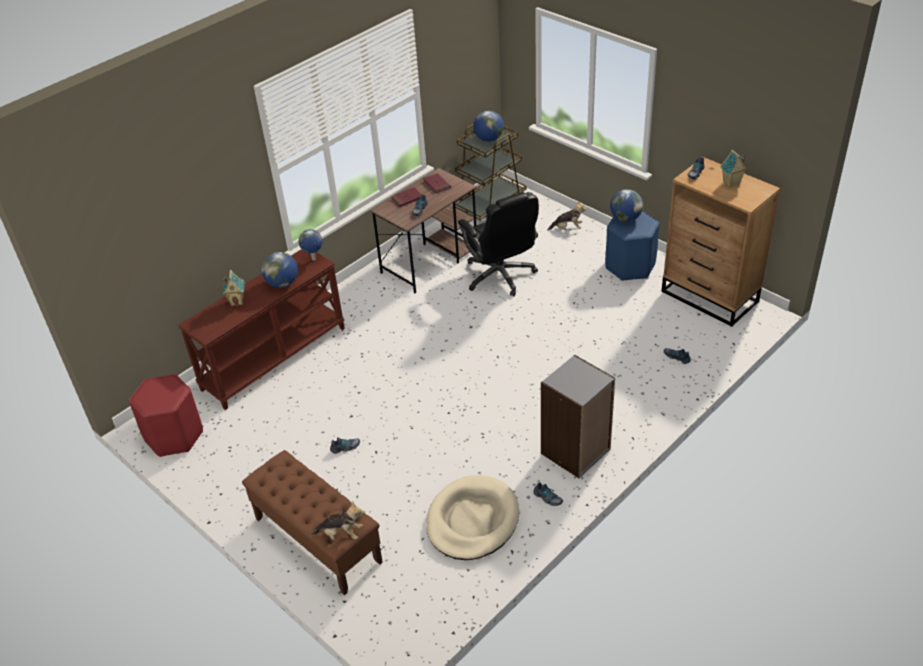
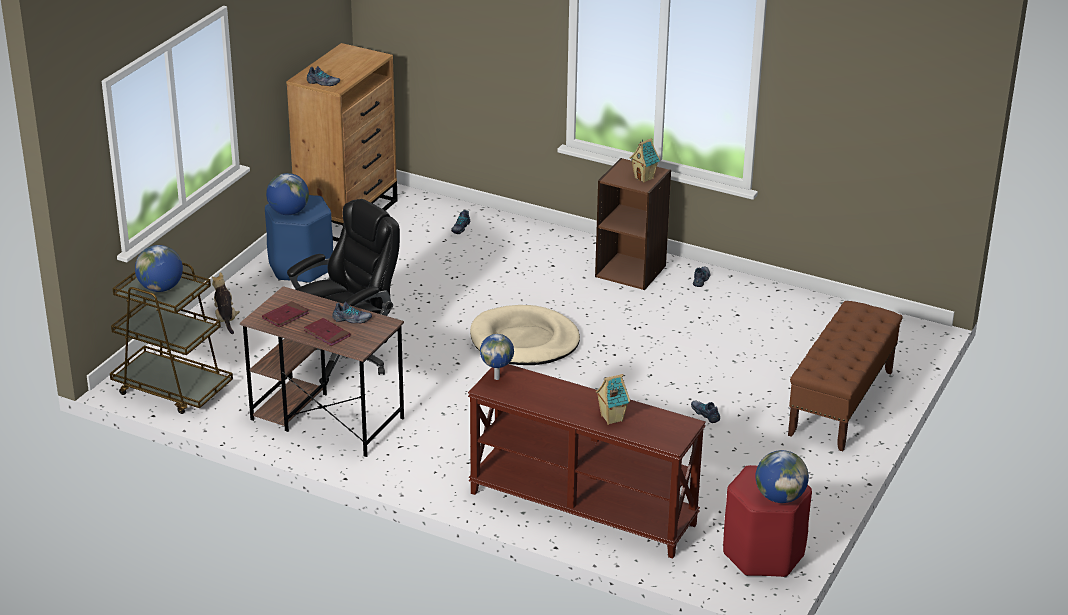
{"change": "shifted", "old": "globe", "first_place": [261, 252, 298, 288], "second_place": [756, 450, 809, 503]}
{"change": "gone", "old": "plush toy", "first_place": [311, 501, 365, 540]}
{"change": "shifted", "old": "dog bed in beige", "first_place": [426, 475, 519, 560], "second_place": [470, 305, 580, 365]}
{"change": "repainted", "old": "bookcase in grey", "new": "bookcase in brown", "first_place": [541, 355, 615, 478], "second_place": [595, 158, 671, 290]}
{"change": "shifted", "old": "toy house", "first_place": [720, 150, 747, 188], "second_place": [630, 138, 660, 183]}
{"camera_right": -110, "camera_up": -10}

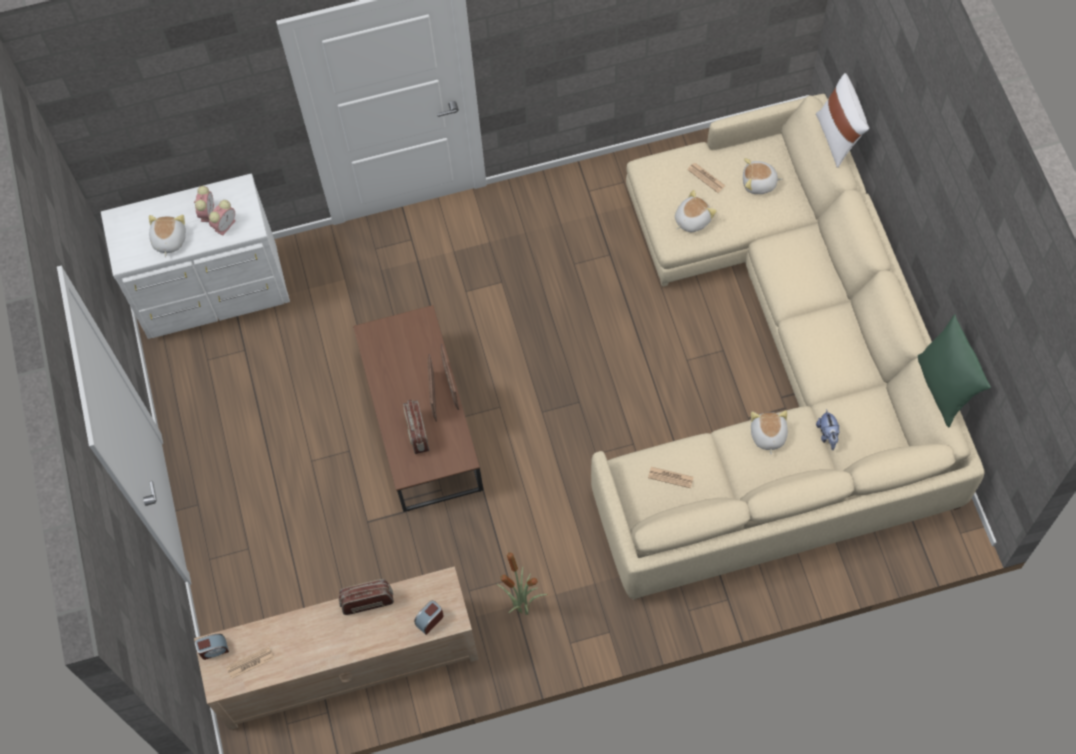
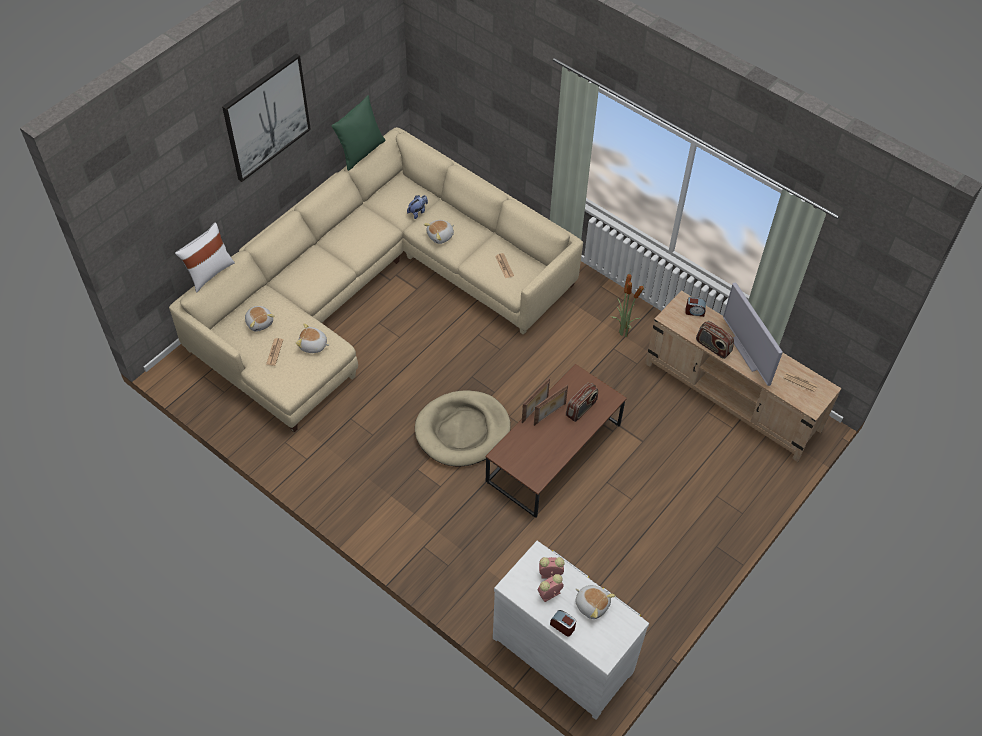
{"change": "rotated", "old": "plush toy", "first_place": [149, 215, 186, 257], "second_place": [576, 585, 615, 619], "degrees": -105}
{"change": "shifted", "old": "alarm clock", "first_place": [195, 634, 229, 660], "second_place": [550, 610, 576, 637]}
{"change": "new", "new": "picture", "second_place": [222, 53, 311, 182]}
{"change": "new", "new": "dog bed in beige", "second_place": [415, 390, 511, 467]}
{"change": "new", "new": "television", "second_place": [723, 282, 783, 386]}
{"camera_right": -130, "camera_up": -10}

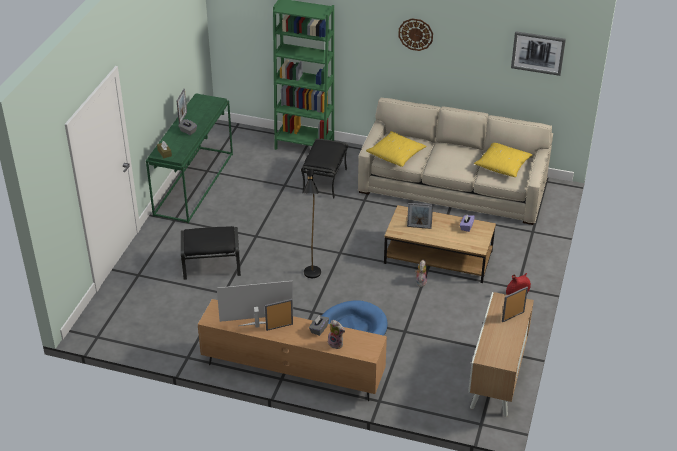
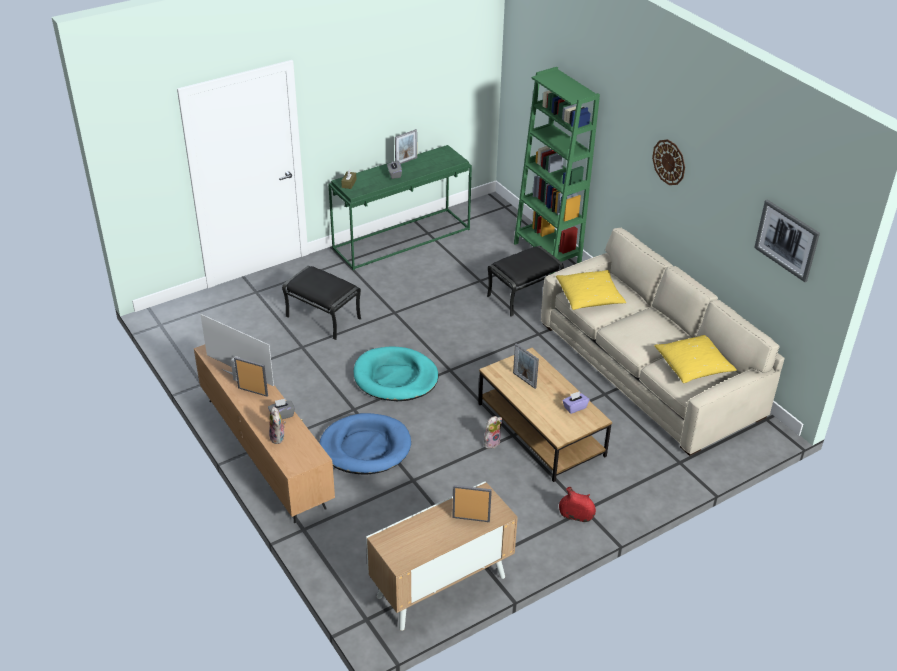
{"change": "swapped", "old": "floor lamp in black", "new": "dog bed in turquoise", "first_place": [302, 170, 321, 278], "second_place": [354, 346, 438, 401]}
{"camera_right": 40, "camera_up": 0}

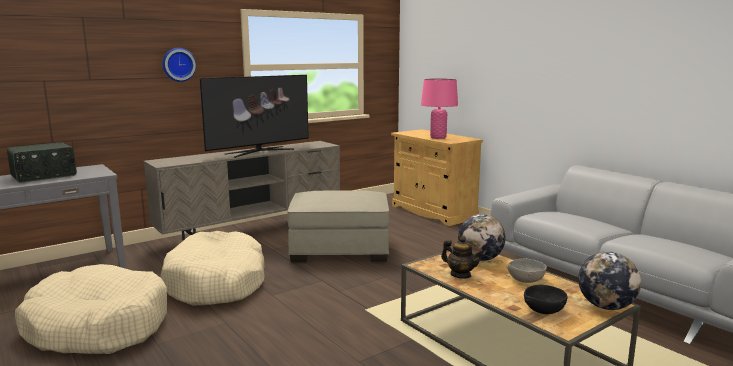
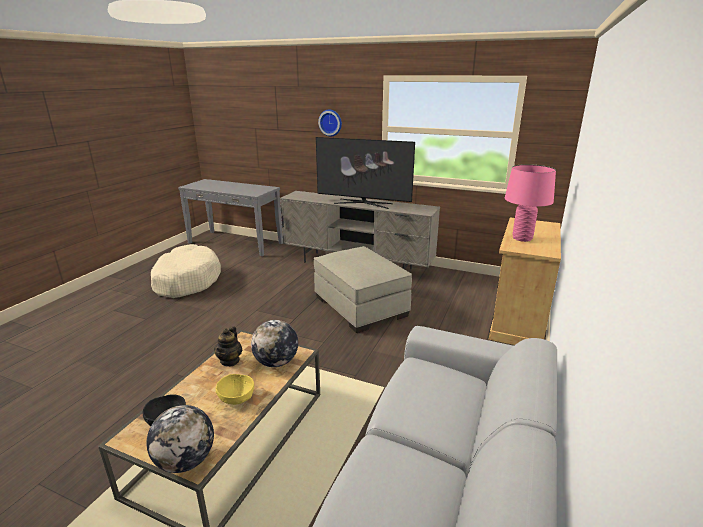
{"change": "gone", "old": "radio", "first_place": [7, 142, 77, 183]}
{"change": "gone", "old": "dog bed in beige", "first_place": [161, 231, 265, 305]}
{"change": "repainted", "old": "bowl in grey", "new": "bowl in yellow", "first_place": [507, 259, 547, 283], "second_place": [216, 374, 254, 405]}
{"camera_right": 60, "camera_up": 10}

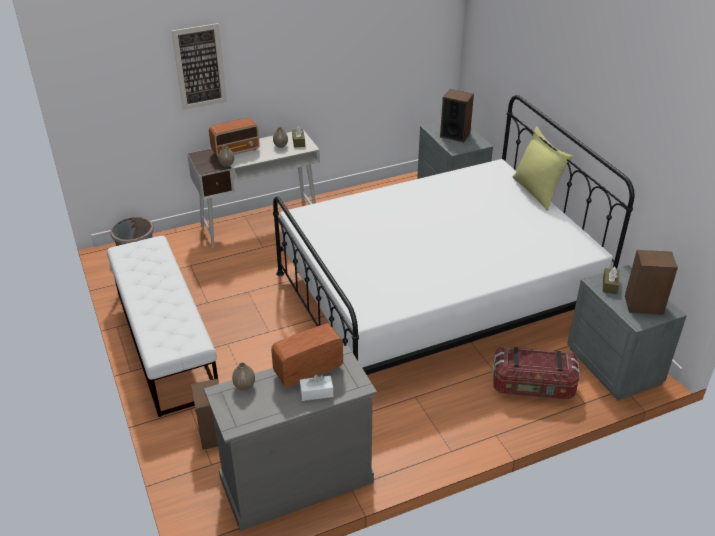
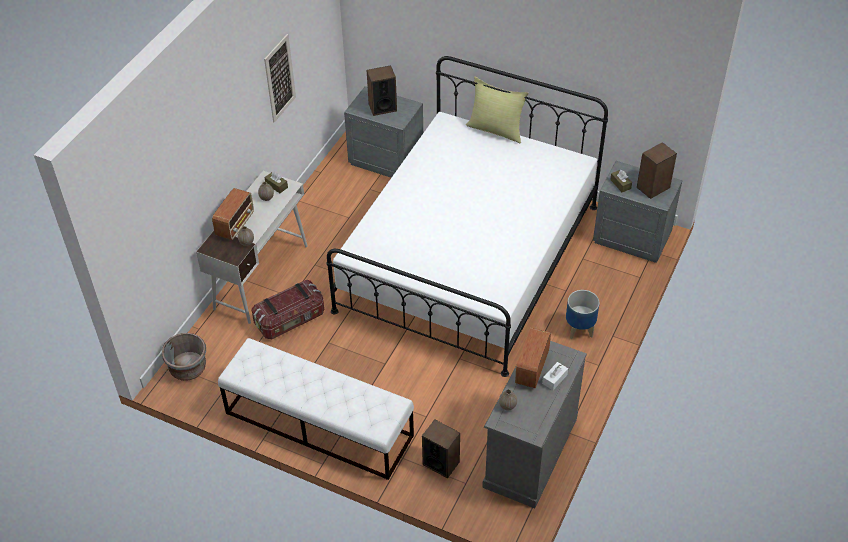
{"change": "shifted", "old": "picture", "first_place": [172, 23, 227, 110], "second_place": [264, 34, 296, 123]}
{"change": "shifted", "old": "storage box", "first_place": [492, 347, 580, 399], "second_place": [251, 280, 324, 339]}
{"change": "new", "new": "planter", "second_place": [566, 290, 600, 339]}
{"camera_right": -40, "camera_up": 10}

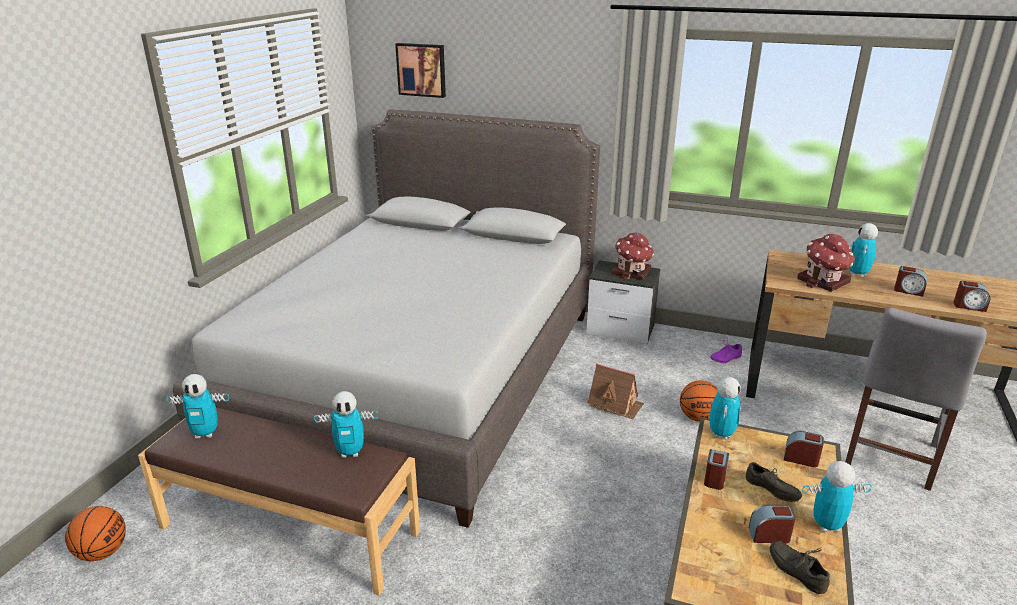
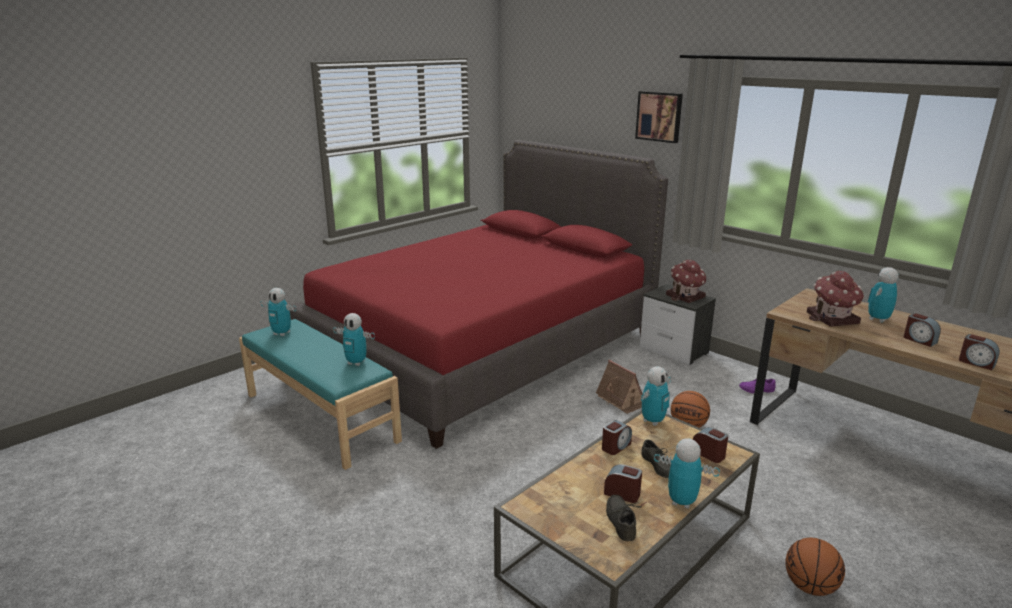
{"change": "shifted", "old": "basketball", "first_place": [65, 506, 126, 561], "second_place": [785, 538, 845, 596]}
{"change": "repainted", "old": "bench in brown", "new": "bench in turquoise", "first_place": [138, 408, 420, 596], "second_place": [239, 319, 402, 470]}
{"change": "repainted", "old": "bed in grey", "new": "bed in red", "first_place": [173, 109, 600, 528], "second_place": [289, 140, 668, 449]}
{"change": "shifted", "old": "picture", "first_place": [395, 43, 446, 98], "second_place": [635, 91, 683, 143]}
{"change": "gone", "old": "chair in grey", "first_place": [845, 308, 987, 491]}
{"camera_right": 25, "camera_up": -5}

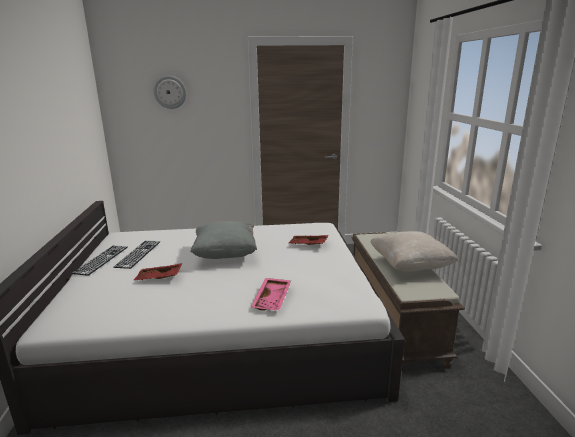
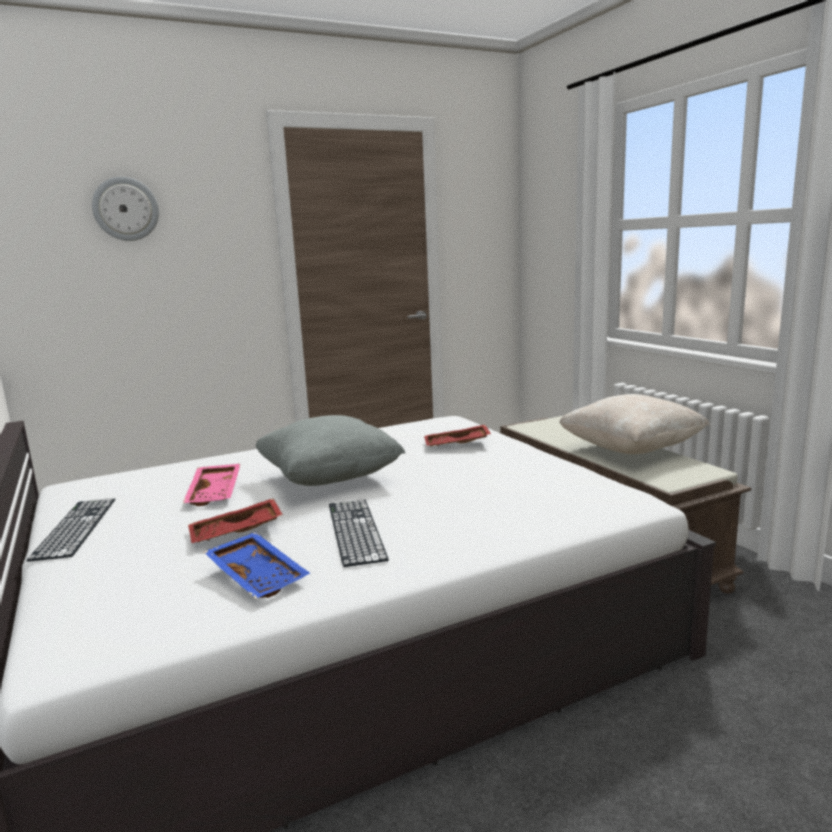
{"change": "shifted", "old": "keyboard", "first_place": [113, 241, 160, 269], "second_place": [329, 499, 389, 567]}
{"change": "shifted", "old": "tray in pink", "first_place": [251, 278, 291, 311], "second_place": [183, 464, 240, 506]}
{"change": "new", "new": "tray in blue", "second_place": [204, 532, 310, 599]}
{"camera_right": -20, "camera_up": -5}

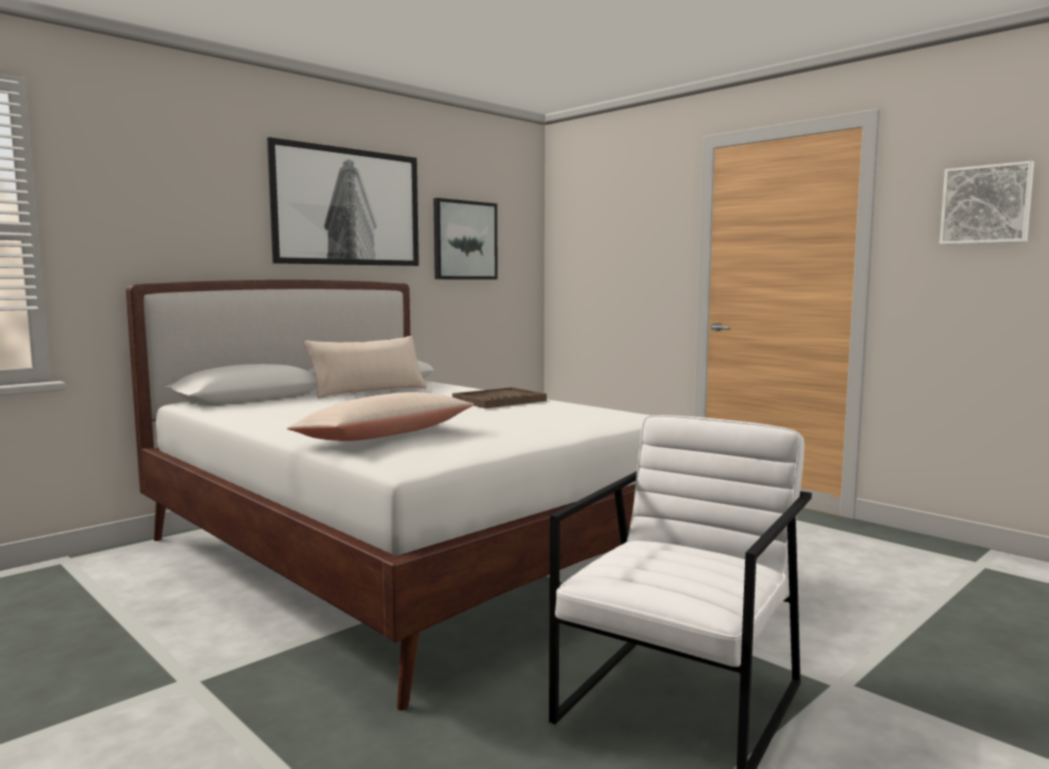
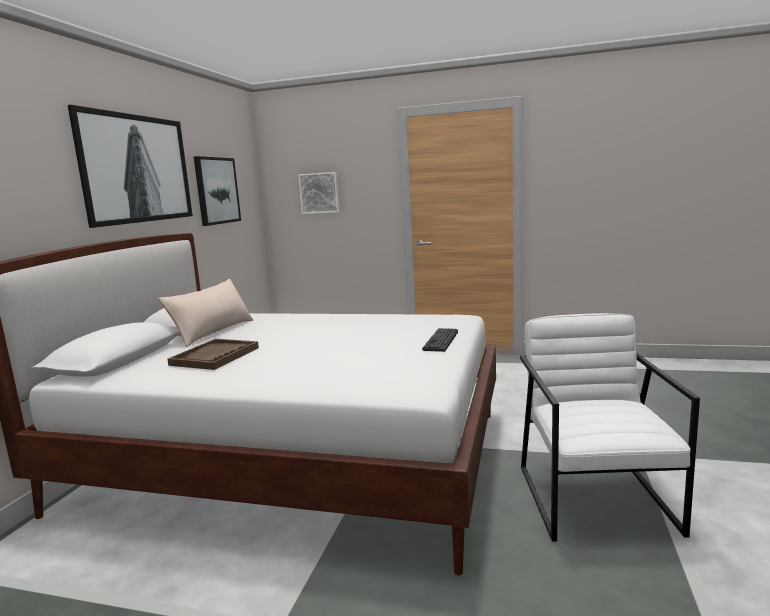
{"change": "gone", "old": "pillow in beige", "first_place": [287, 392, 474, 441]}
{"change": "shifted", "old": "tray in brown", "first_place": [452, 387, 547, 409], "second_place": [167, 339, 259, 370]}
{"change": "shifted", "old": "picture", "first_place": [939, 161, 1034, 245], "second_place": [298, 172, 340, 214]}
{"change": "new", "new": "keyboard", "second_place": [422, 328, 458, 352]}
{"camera_right": -30, "camera_up": 5}

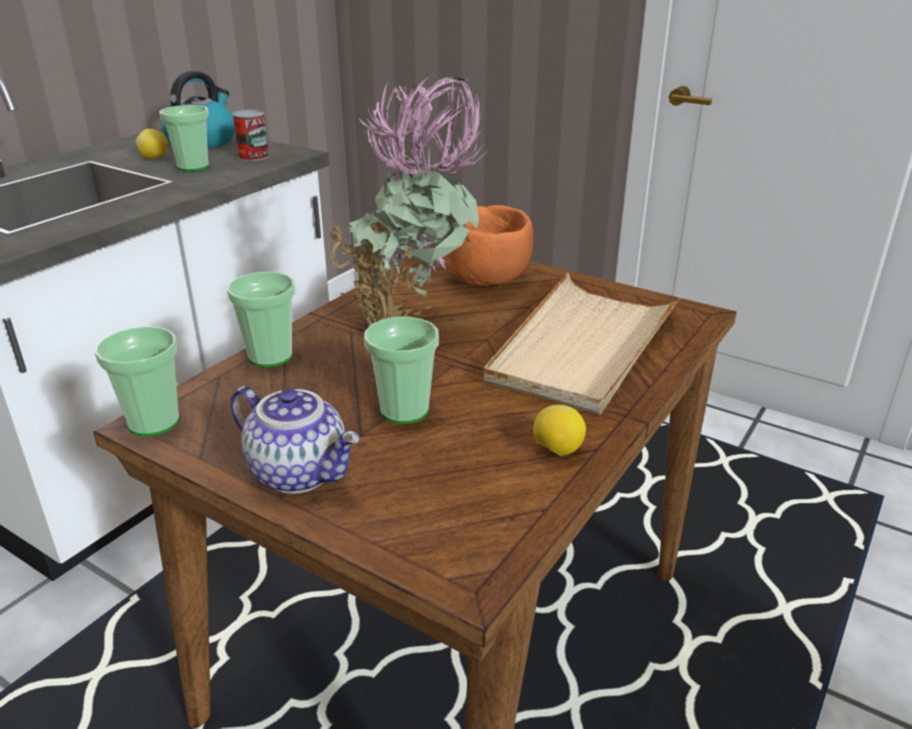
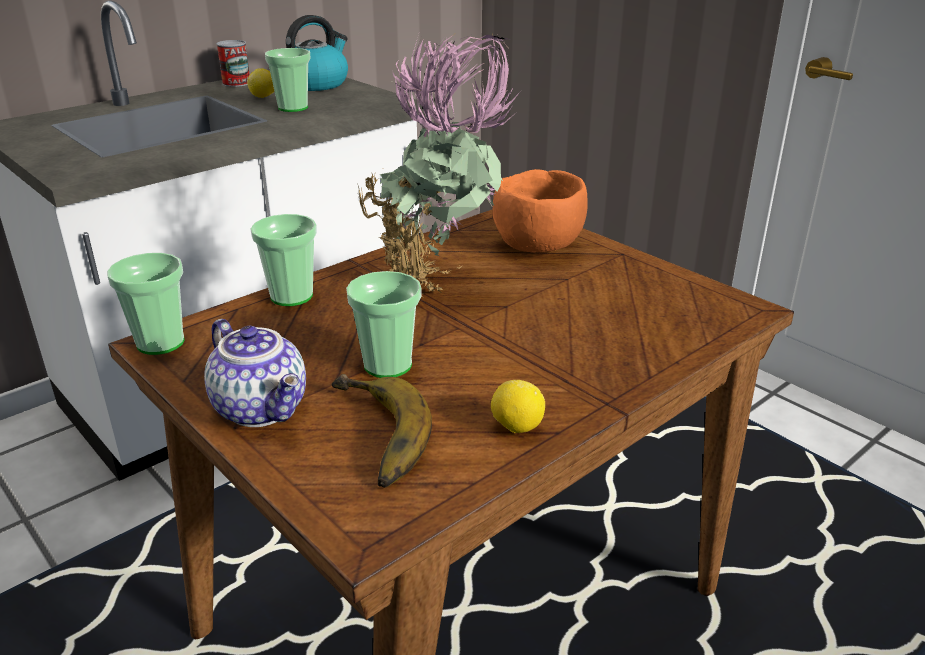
{"change": "shifted", "old": "can", "first_place": [232, 109, 270, 161], "second_place": [216, 40, 250, 87]}
{"change": "gone", "old": "tray in beige", "first_place": [483, 273, 682, 415]}
{"change": "new", "new": "banana", "second_place": [332, 374, 432, 488]}
{"camera_right": 15, "camera_up": 0}

